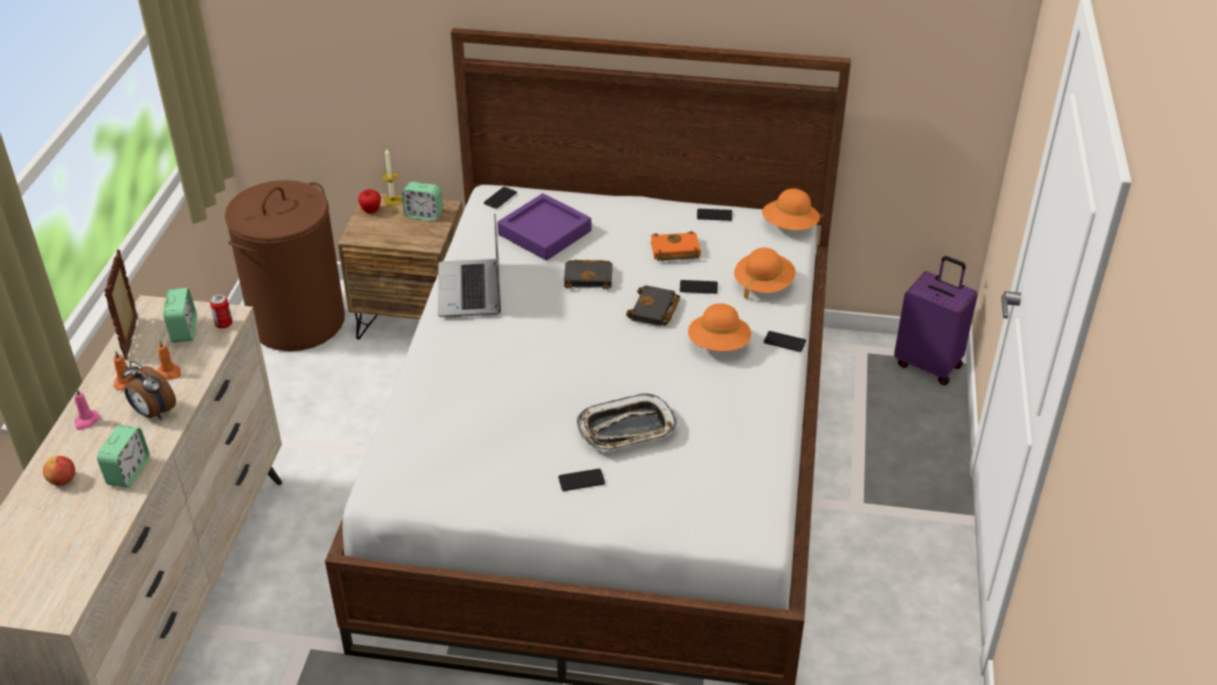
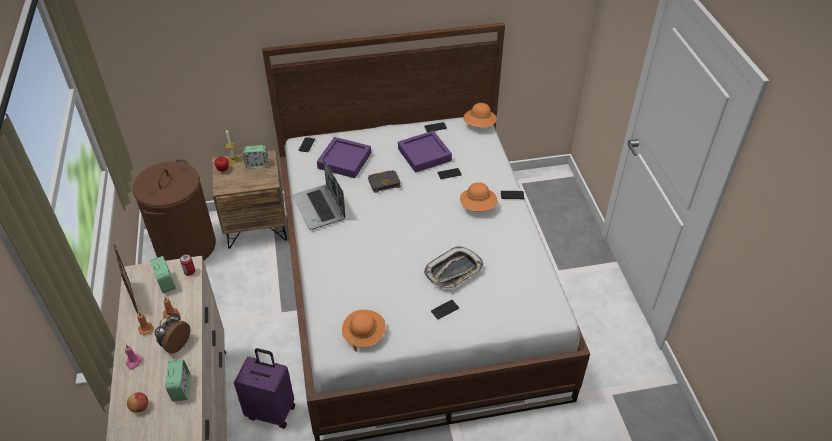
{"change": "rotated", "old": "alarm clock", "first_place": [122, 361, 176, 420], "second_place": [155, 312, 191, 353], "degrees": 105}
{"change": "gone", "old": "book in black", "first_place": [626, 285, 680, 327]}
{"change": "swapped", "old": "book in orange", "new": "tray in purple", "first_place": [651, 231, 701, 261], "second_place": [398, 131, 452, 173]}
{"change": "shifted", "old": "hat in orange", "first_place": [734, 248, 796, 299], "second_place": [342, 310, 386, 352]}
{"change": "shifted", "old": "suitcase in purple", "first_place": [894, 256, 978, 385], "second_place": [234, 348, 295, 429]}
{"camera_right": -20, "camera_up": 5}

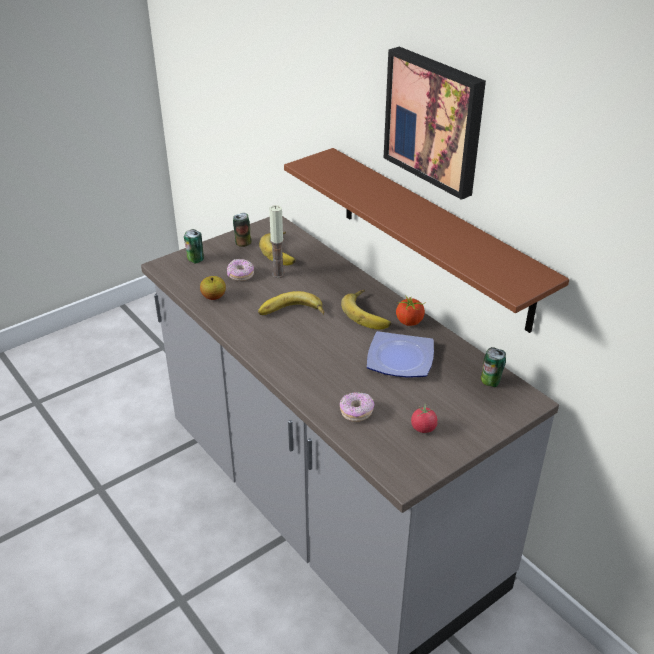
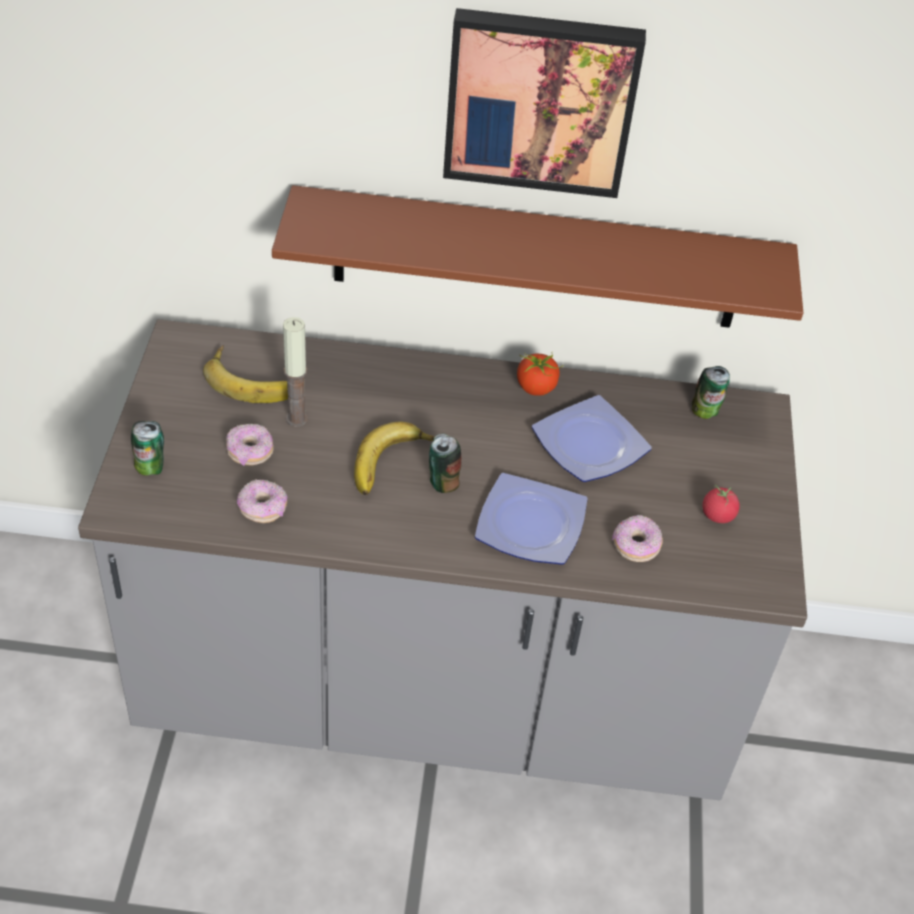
{"change": "swapped", "old": "apple", "new": "donut", "first_place": [200, 276, 226, 300], "second_place": [237, 479, 287, 523]}
{"change": "shifted", "old": "can", "first_place": [233, 213, 252, 247], "second_place": [429, 434, 461, 493]}
{"change": "gone", "old": "banana", "first_place": [341, 289, 391, 330]}
{"change": "new", "new": "plate", "second_place": [475, 473, 588, 565]}
{"camera_right": -50, "camera_up": 10}

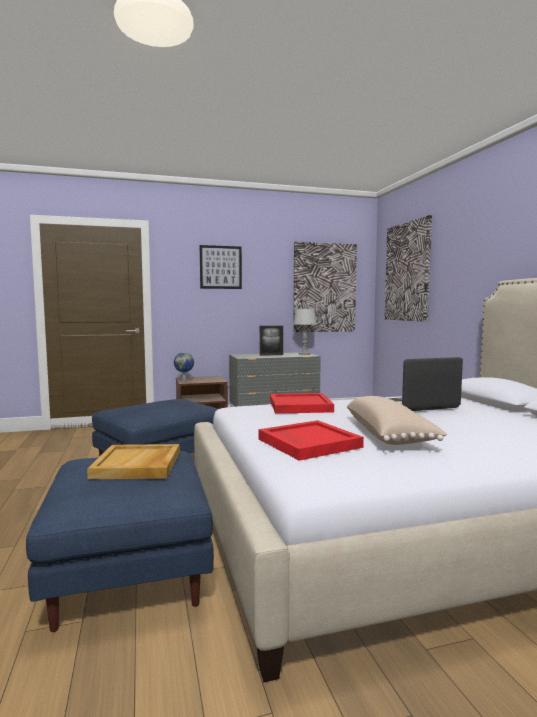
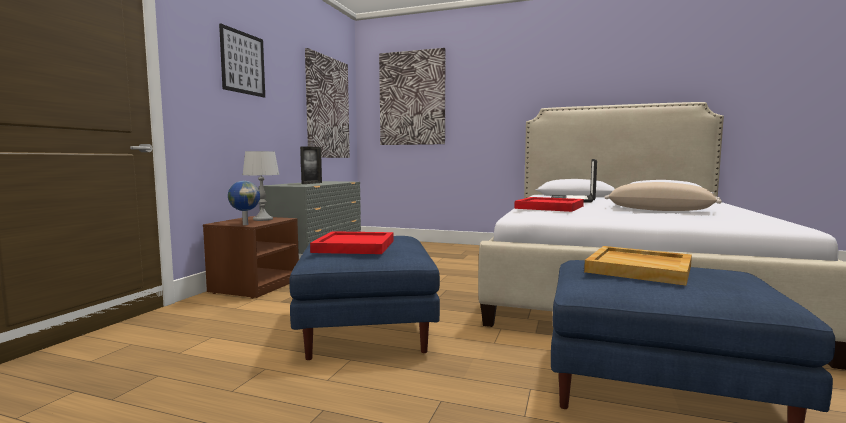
{"change": "shifted", "old": "tray in red", "first_place": [259, 420, 364, 461], "second_place": [310, 231, 394, 254]}
{"change": "shifted", "old": "table lamp in grey", "first_place": [294, 309, 316, 355], "second_place": [243, 151, 279, 221]}
{"camera_right": -55, "camera_up": 0}

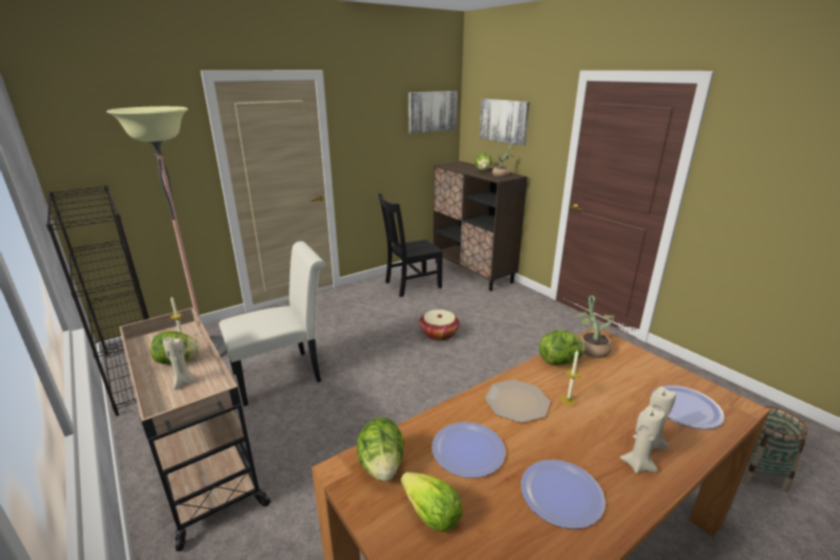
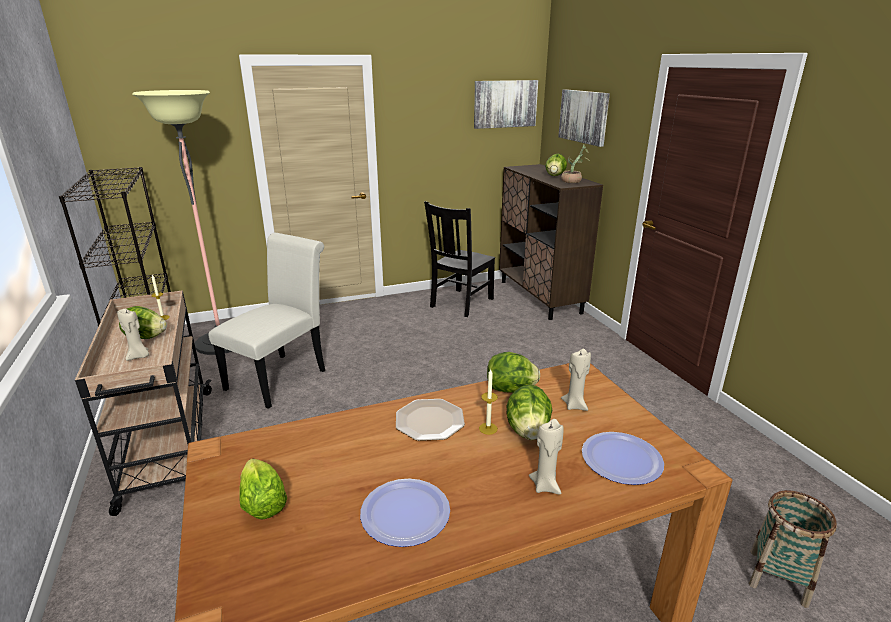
{"change": "rotated", "old": "chair in white", "first_place": [219, 241, 325, 406], "second_place": [208, 233, 325, 409], "degrees": -45}
{"change": "shifted", "old": "lettuce", "first_place": [357, 418, 404, 481], "second_place": [506, 384, 553, 440]}
{"change": "rotated", "old": "chair in black", "first_place": [378, 193, 443, 297], "second_place": [424, 201, 495, 317], "degrees": -45}
{"change": "gone", "old": "basket", "first_place": [419, 309, 460, 341]}
{"change": "gone", "old": "plate", "first_place": [432, 422, 506, 478]}
{"change": "gone", "old": "potted plant", "first_place": [574, 295, 614, 358]}
{"change": "shifted", "old": "candle in beige", "first_place": [620, 406, 665, 473], "second_place": [561, 349, 591, 411]}
{"camera_right": 15, "camera_up": 0}

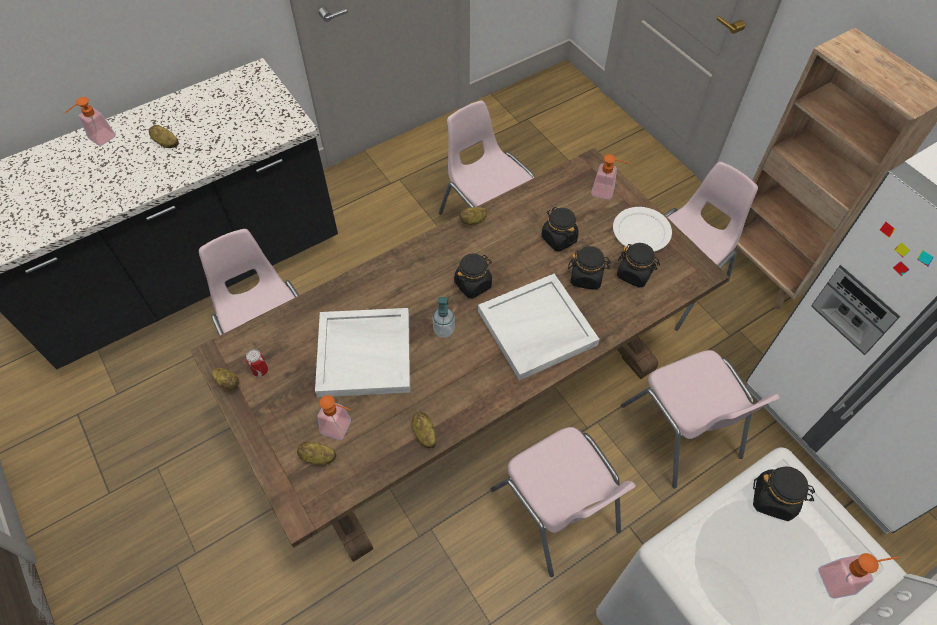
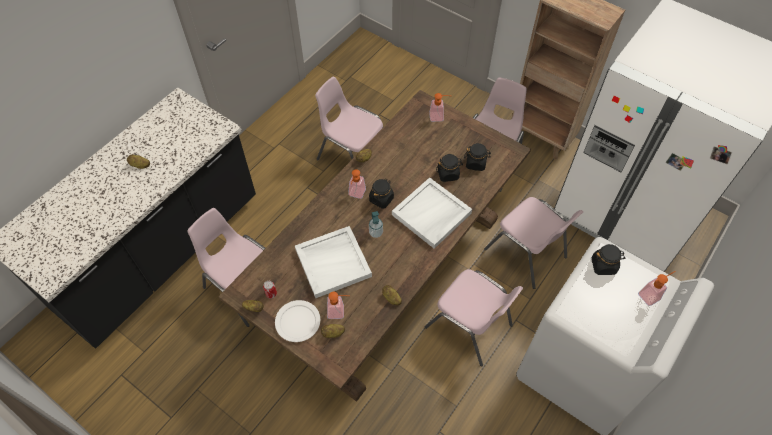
{"change": "shifted", "old": "soap dispenser", "first_place": [65, 97, 116, 146], "second_place": [348, 169, 366, 199]}
{"change": "gone", "old": "jar in black", "first_place": [541, 207, 579, 251]}
{"change": "shifted", "old": "plate in white", "first_place": [613, 207, 672, 252], "second_place": [275, 300, 320, 342]}
{"camera_right": -20, "camera_up": 0}

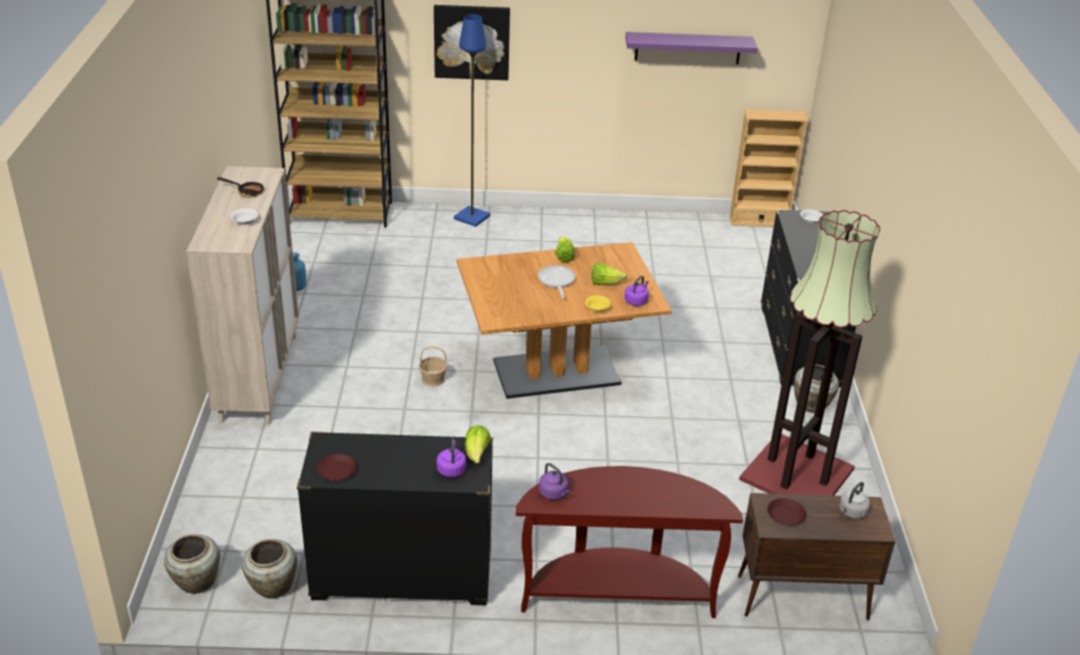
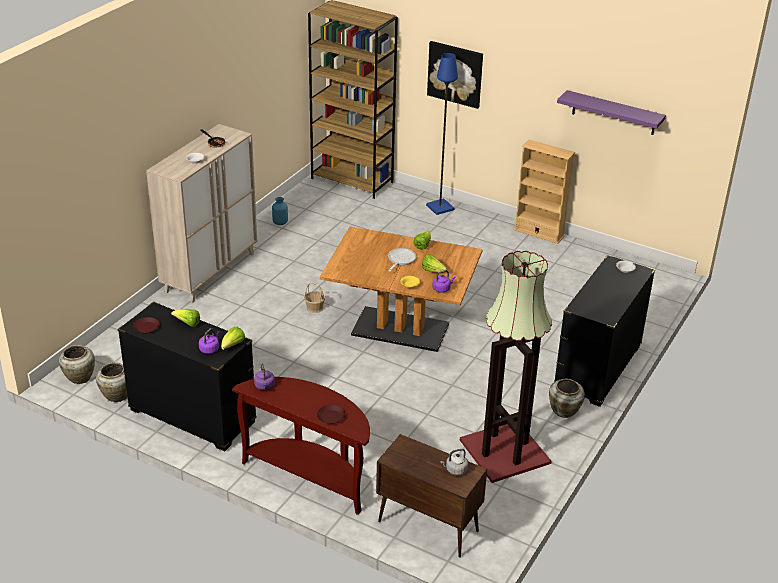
{"change": "shifted", "old": "bookcase in beige", "first_place": [729, 109, 809, 227], "second_place": [514, 140, 575, 244]}
{"change": "shifted", "old": "plate in brown", "first_place": [767, 498, 807, 525], "second_place": [317, 405, 345, 424]}
{"change": "new", "new": "lettuce", "second_place": [171, 309, 200, 327]}
{"camera_right": 30, "camera_up": 0}

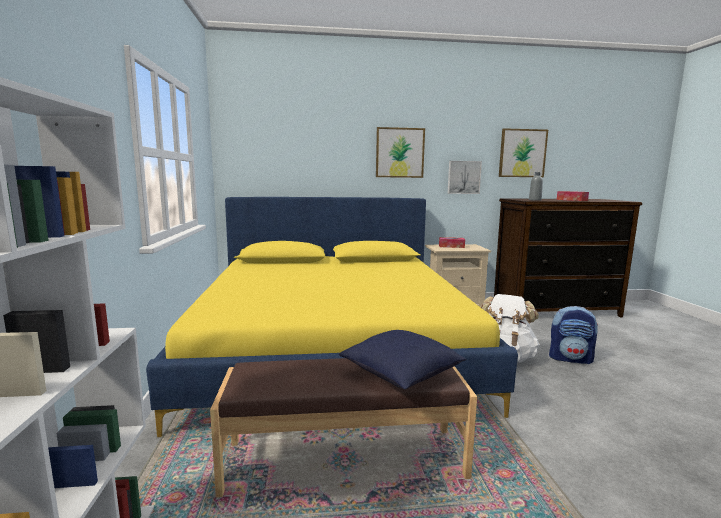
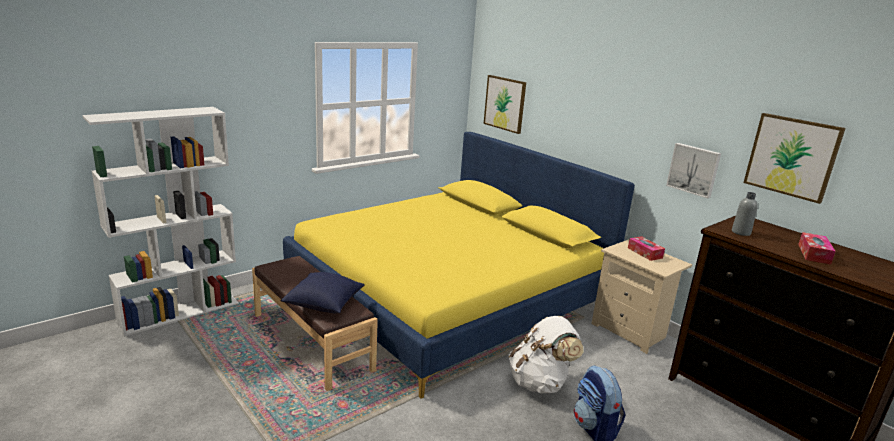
{"change": "shifted", "old": "picture", "first_place": [376, 127, 425, 178], "second_place": [484, 75, 526, 134]}
{"camera_right": 55, "camera_up": 10}

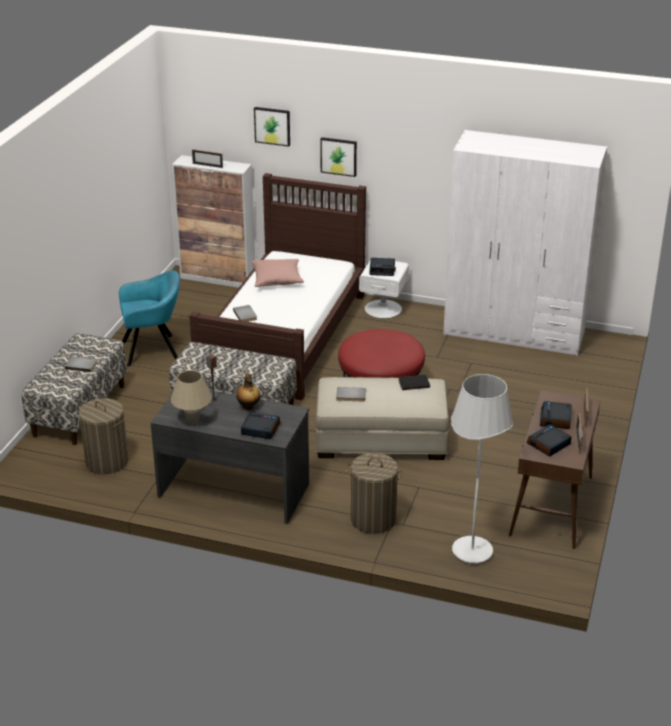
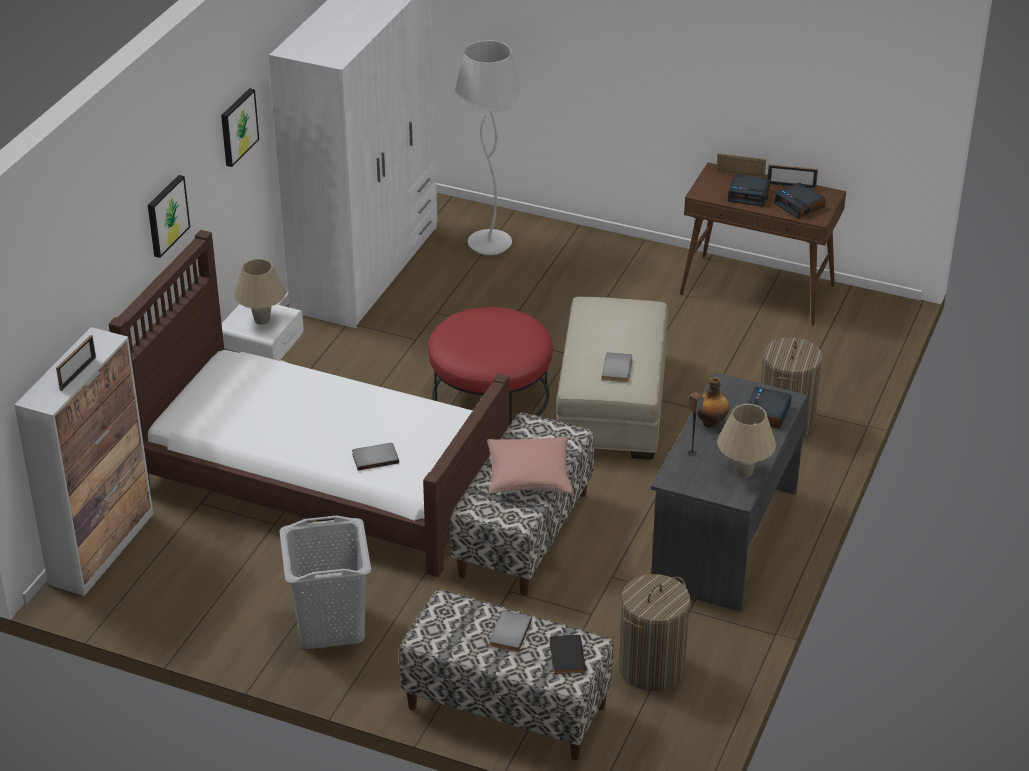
{"change": "swapped", "old": "armchair in turquoise", "new": "laundry basket in grey", "first_place": [119, 270, 180, 366], "second_place": [280, 516, 371, 649]}
{"change": "shifted", "old": "pillow in pink", "first_place": [251, 259, 304, 287], "second_place": [487, 436, 573, 494]}
{"change": "shifted", "old": "picture", "first_place": [254, 107, 290, 147], "second_place": [221, 88, 259, 167]}
{"change": "swapped", "old": "alarm clock", "new": "table lamp in beige", "first_place": [370, 258, 396, 276], "second_place": [234, 259, 286, 325]}
{"change": "shifted", "old": "book in black", "first_place": [398, 375, 430, 390], "second_place": [550, 635, 586, 674]}
{"change": "shifted", "old": "floor lamp in white", "first_place": [451, 374, 513, 564], "second_place": [455, 40, 522, 255]}
{"camera_right": -85, "camera_up": 5}

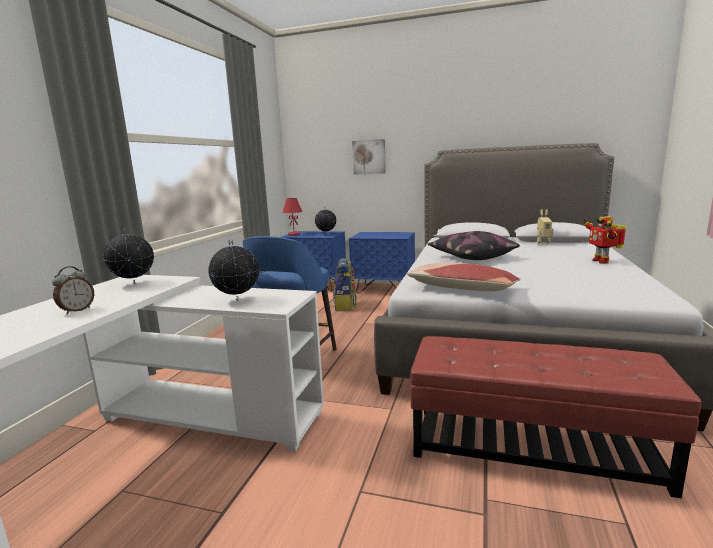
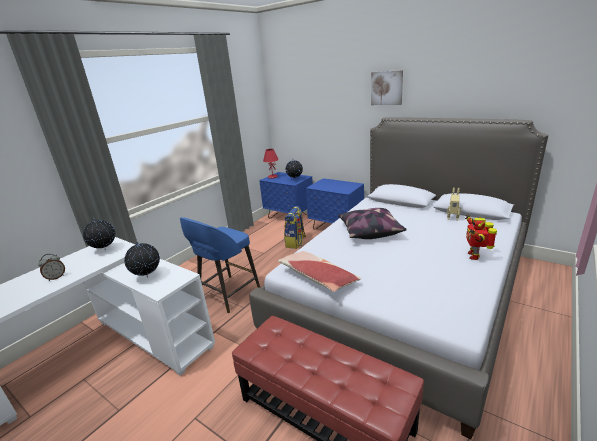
{"change": "shifted", "old": "picture", "first_place": [352, 139, 386, 175], "second_place": [371, 70, 403, 105]}
{"camera_right": 20, "camera_up": 10}

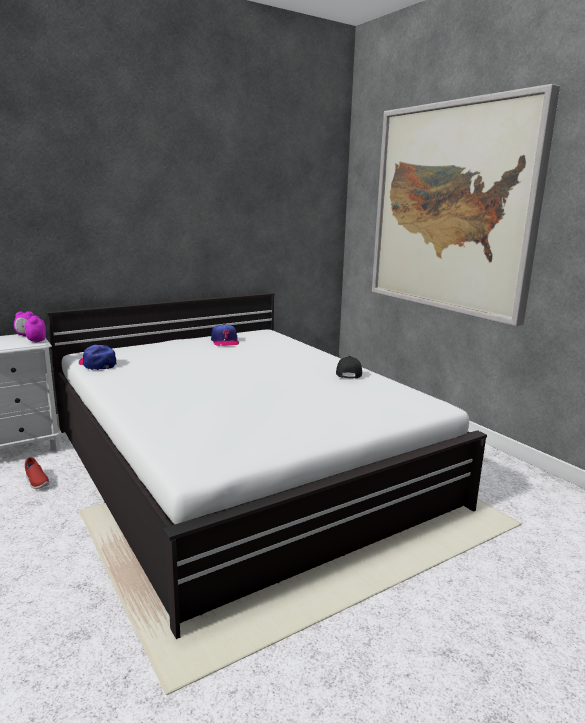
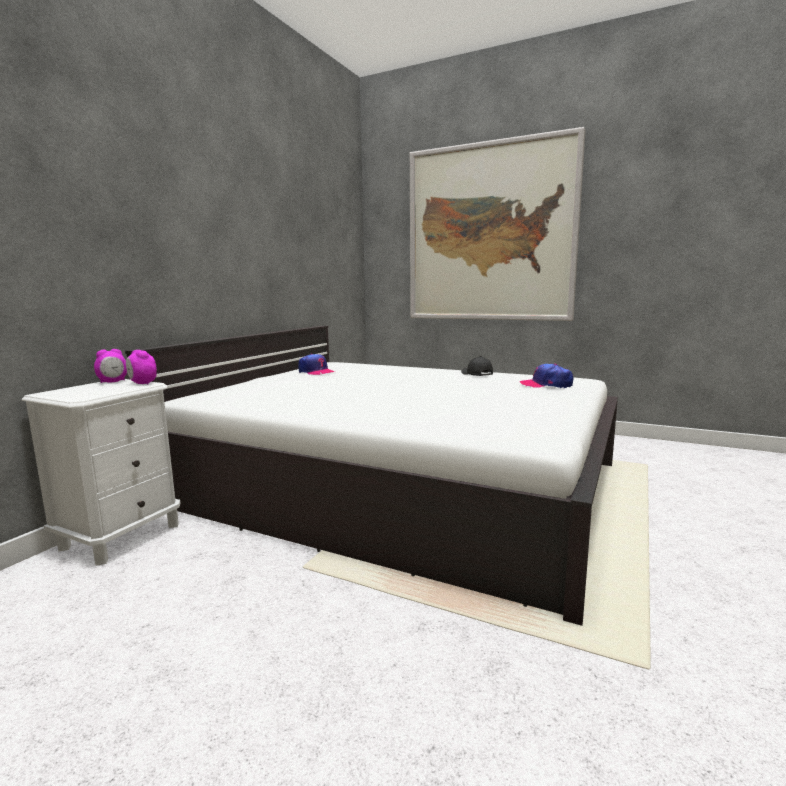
{"change": "gone", "old": "shoe in red", "first_place": [25, 457, 49, 489]}
{"change": "shifted", "old": "cap", "first_place": [78, 345, 117, 370], "second_place": [520, 364, 573, 388]}
{"camera_right": -30, "camera_up": -5}

